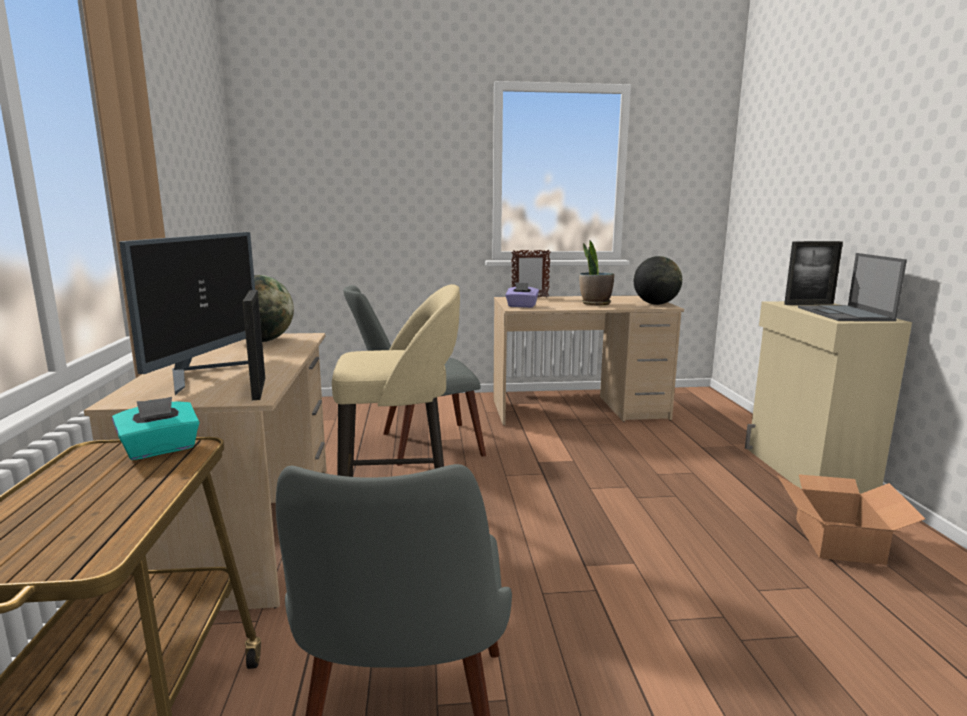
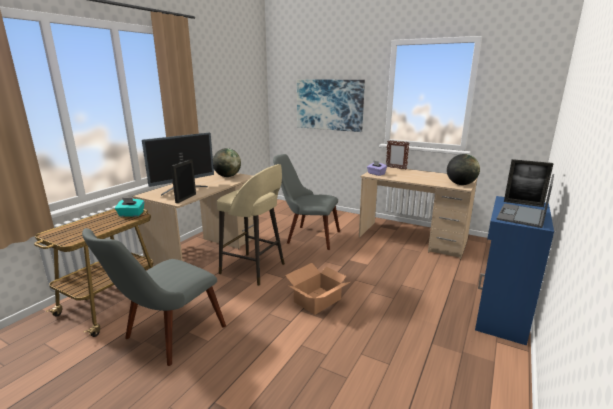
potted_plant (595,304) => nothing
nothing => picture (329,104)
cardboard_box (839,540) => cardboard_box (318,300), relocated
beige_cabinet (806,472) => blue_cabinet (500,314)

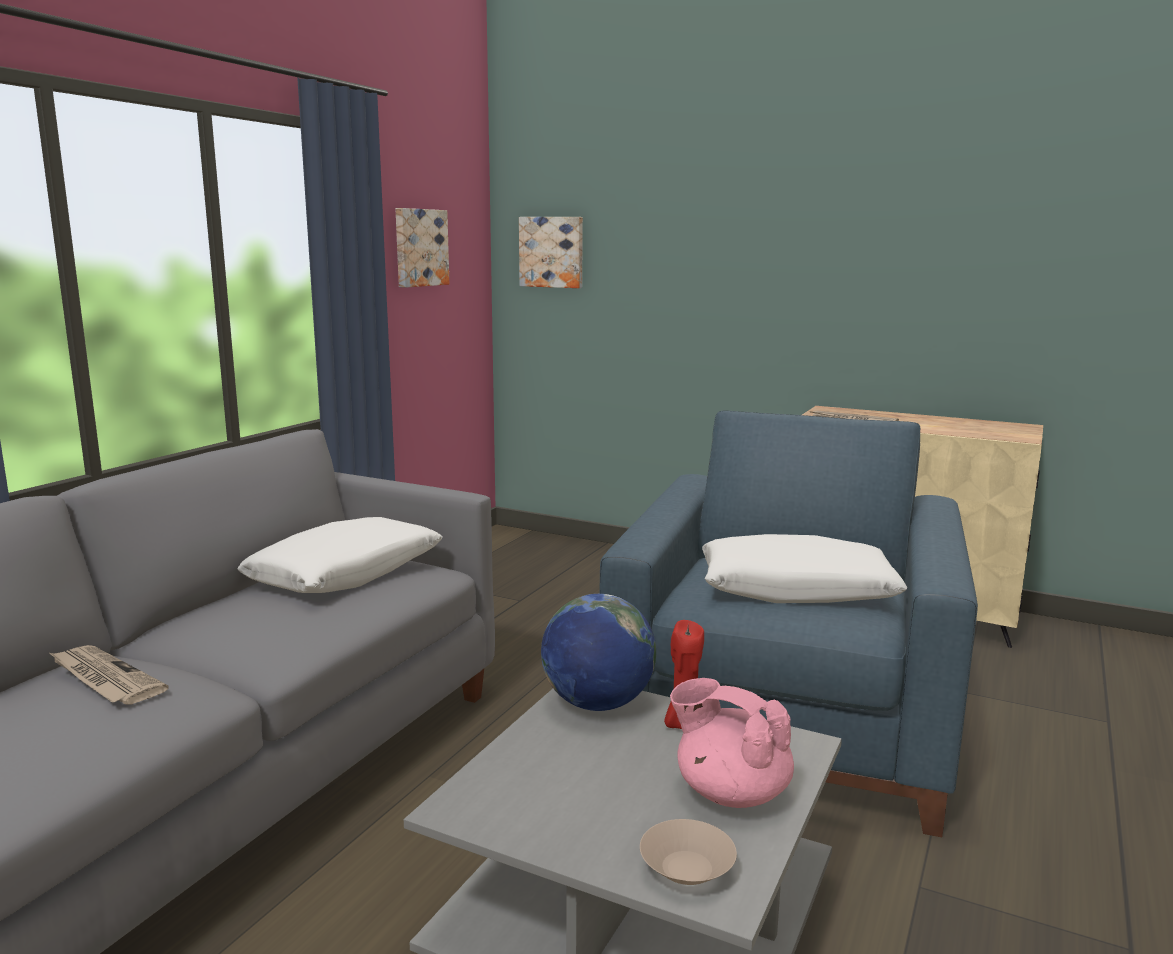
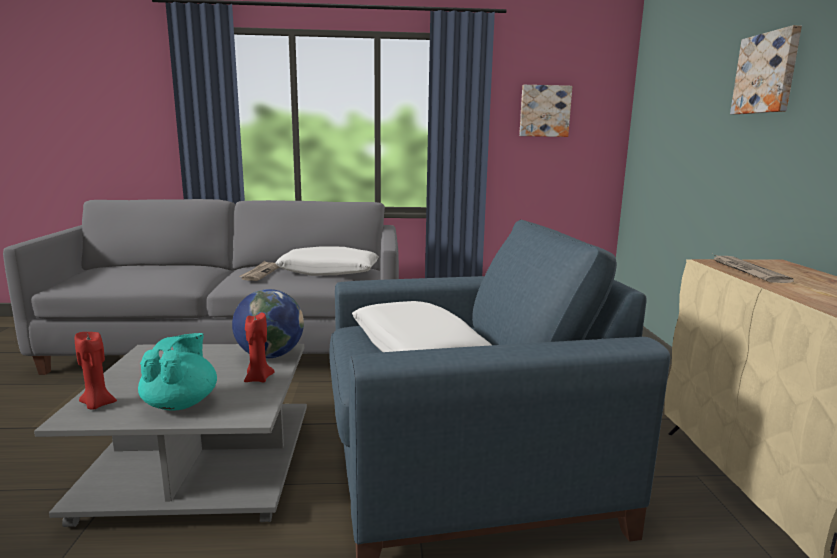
newspaper (104,679) => newspaper (260,273), relocated
picture (552,252) => picture (767,73), relocated
beige_bowl (685,870) => red_candle (97,405)
pink_teapot (730,792) => turquoise_teapot (181,403)

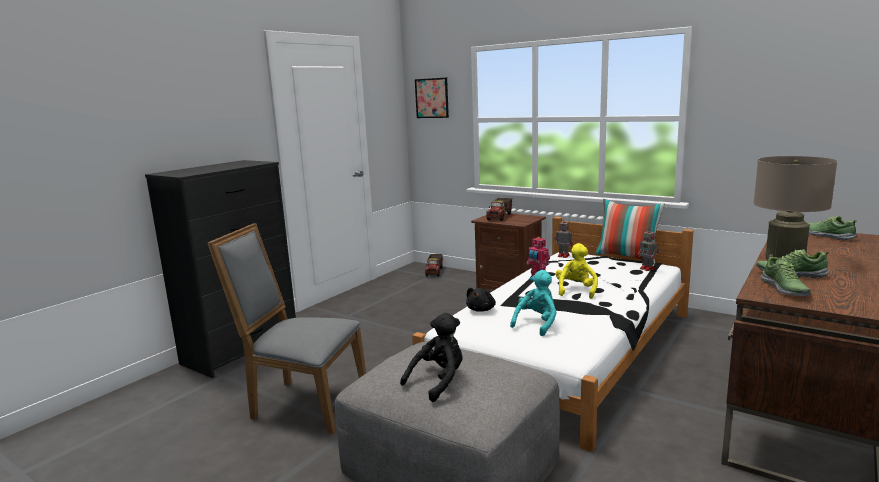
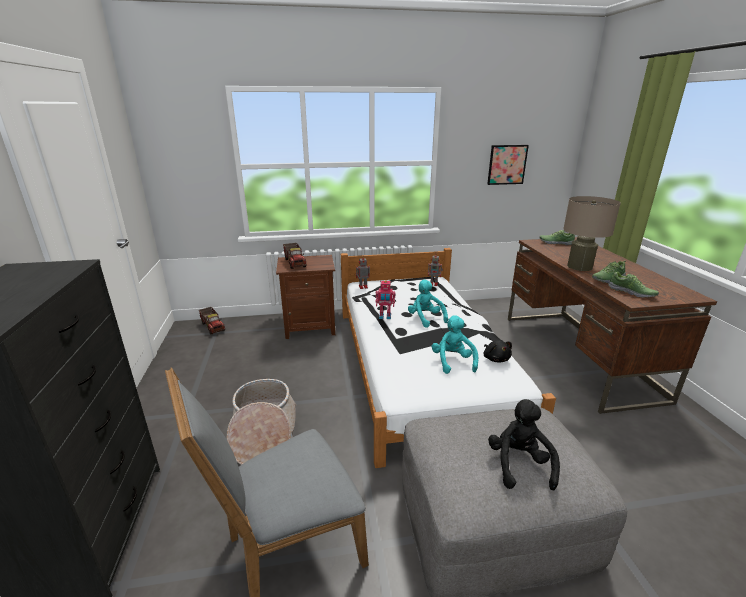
pillow (627,257) => nothing
nothing => basket (264,434)
picture (432,98) => picture (507,164), relocated
black_plush_toy (481,309) => black_plush_toy (496,358), relocated
yellow_plush_toy (576,291) => turquoise_plush_toy (425,318)

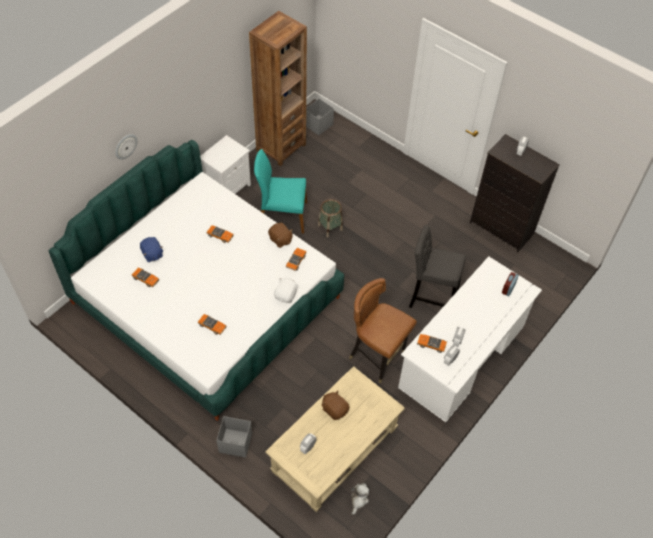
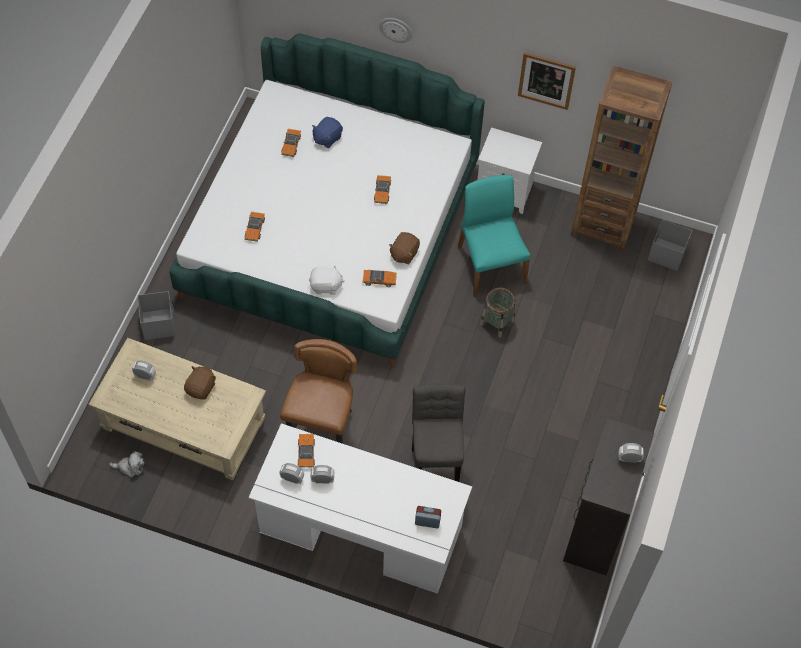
nothing => picture (546,80)

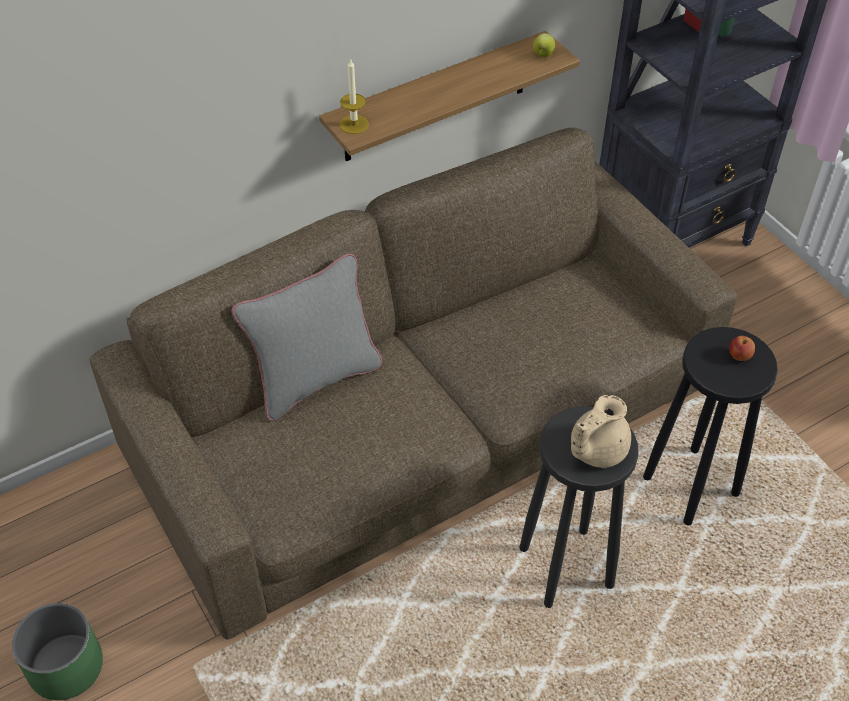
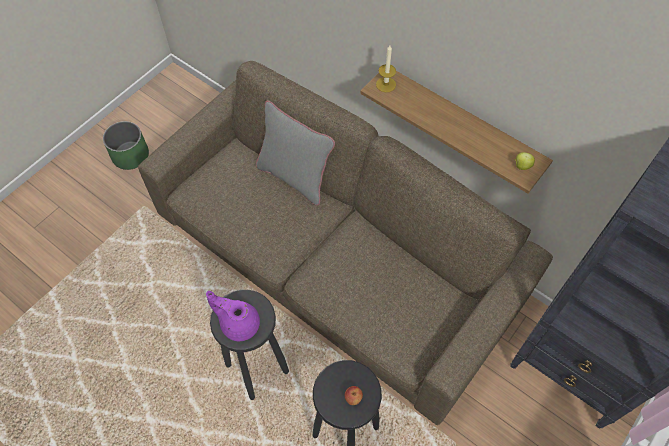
beige_teapot (595,450) => purple_teapot (239,323)

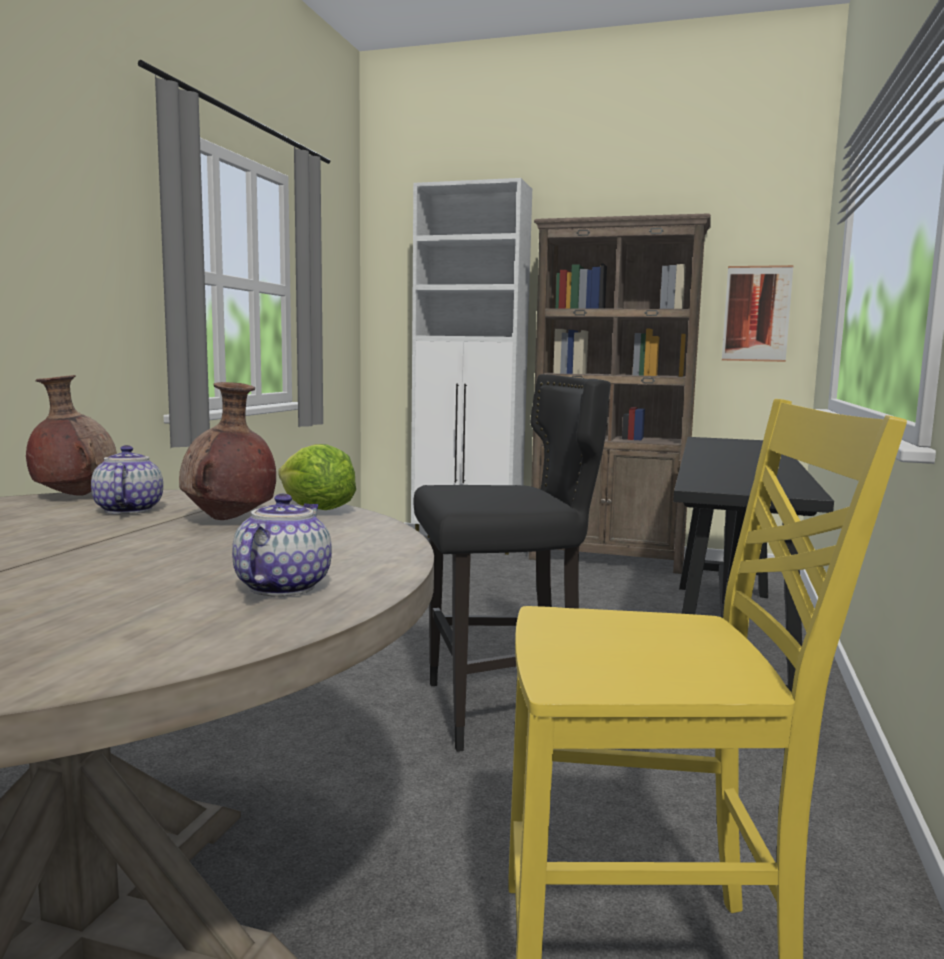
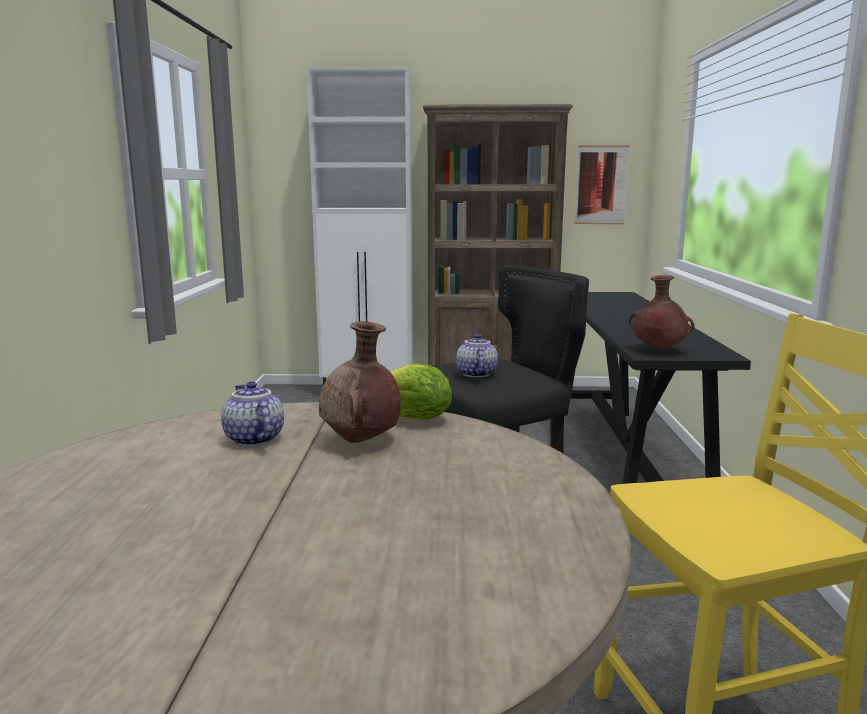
brown_vase (74,496) => brown_vase (658,350), relocated
teapot (281,587) => teapot (475,374), relocated

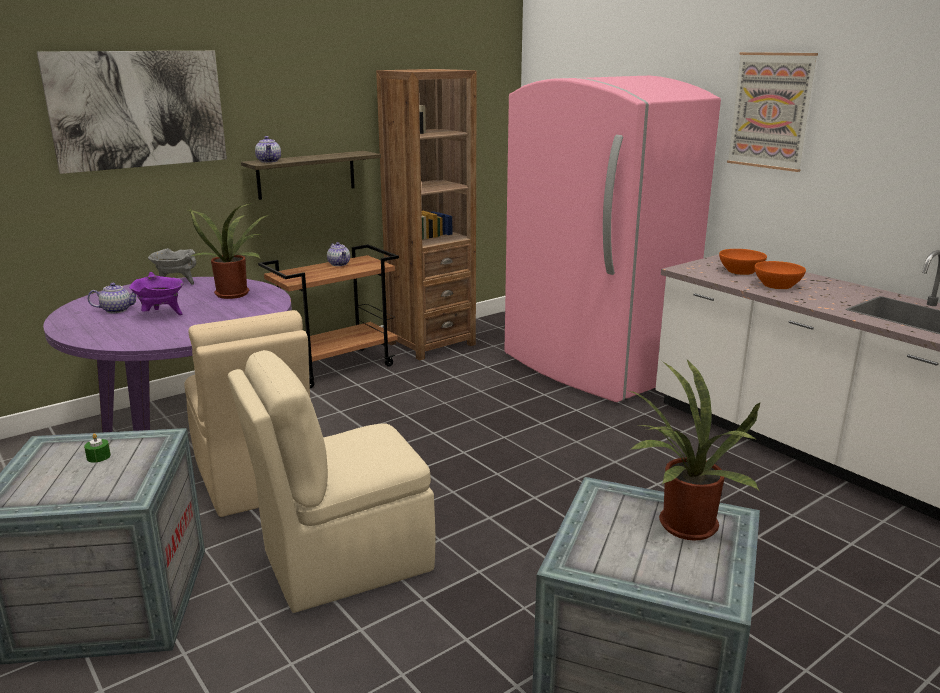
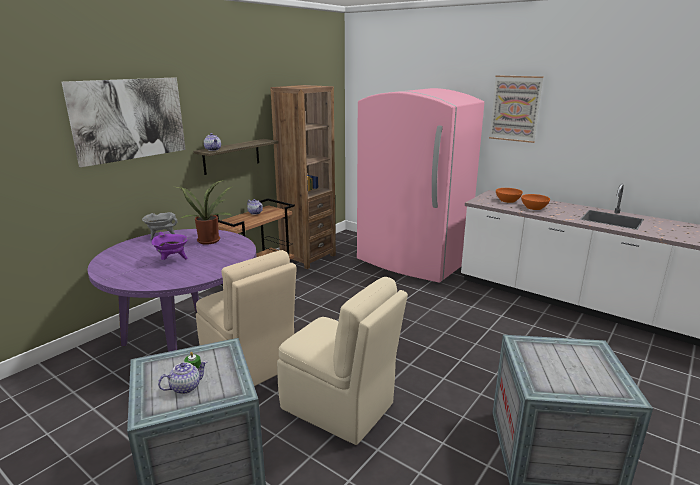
potted_plant (682,527) => nothing
teapot (117,310) => teapot (185,387), relocated
beige_chair (343,561) => beige_chair (339,407), 105 degrees counterclockwise

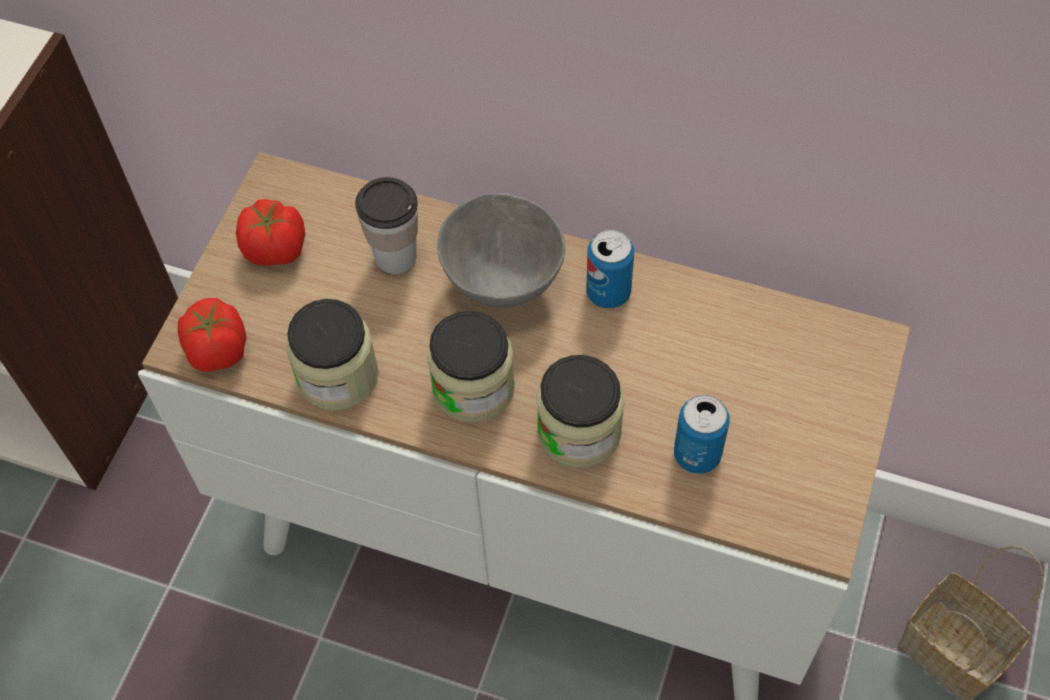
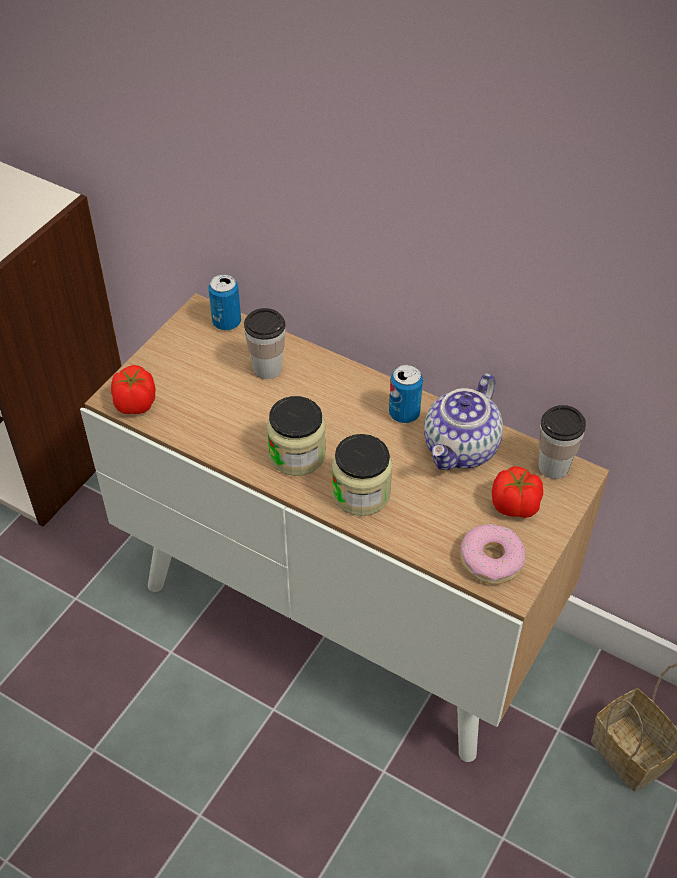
jar (338,376) => nothing
grey_bowl (501,284) => nothing
nothing => teapot (461,449)
nothing => donut (491,560)
nothing => cup (553,467)
tomato (276,250) => tomato (515,506), relocated
can (697,454) => can (227,322), relocated

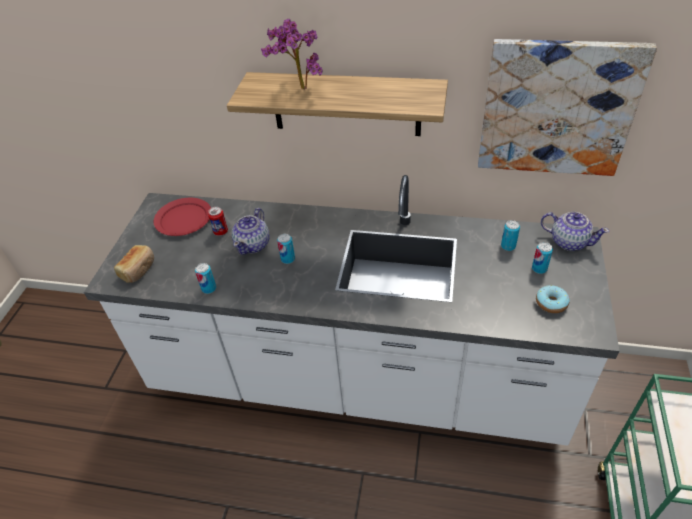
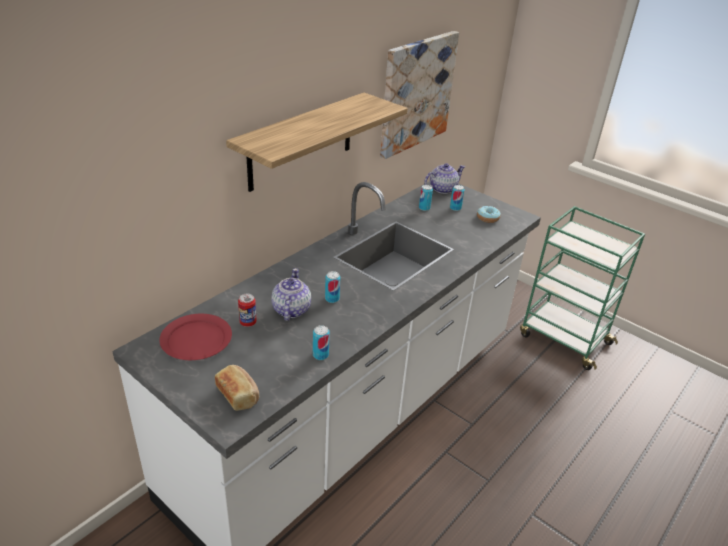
potted_plant (298,89) => nothing
teapot (253,244) => teapot (290,310), 135 degrees counterclockwise

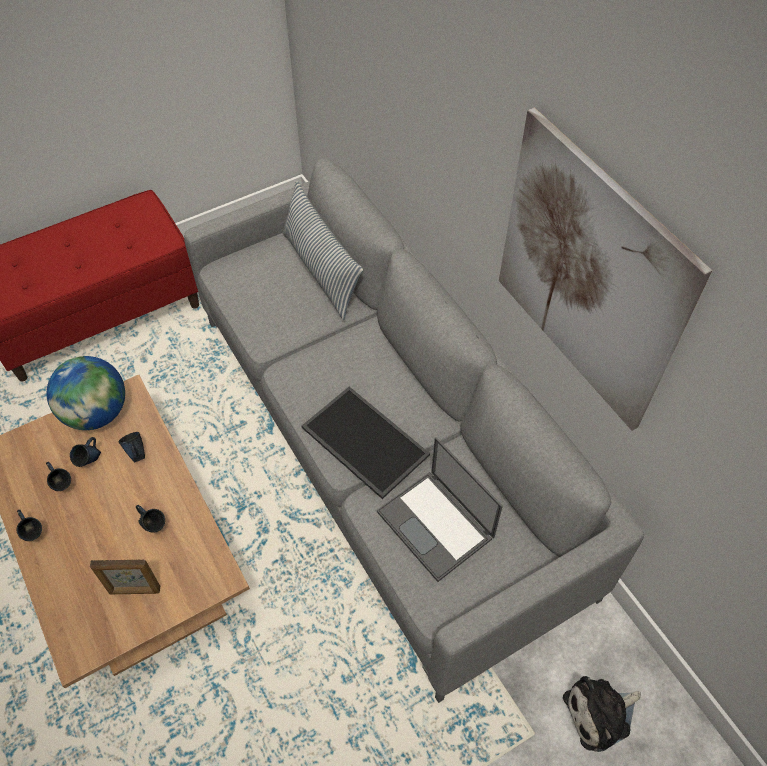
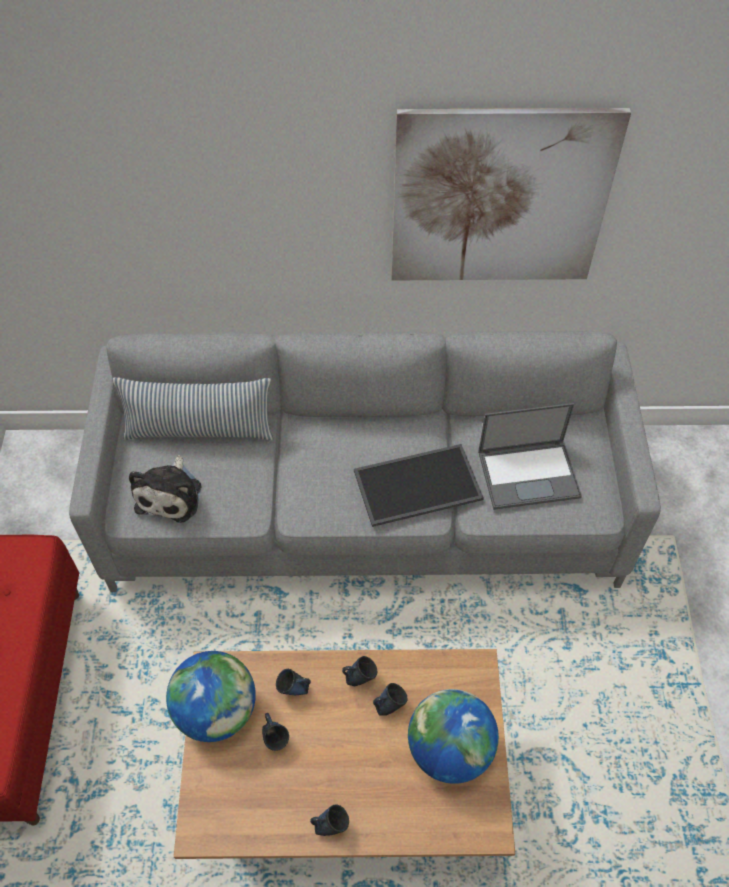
blue_mug (63,486) => blue_mug (359,678), relocated
plush_toy (600,714) => plush_toy (171,494), relocated
picture_frame (134,590) => globe (449,749)

